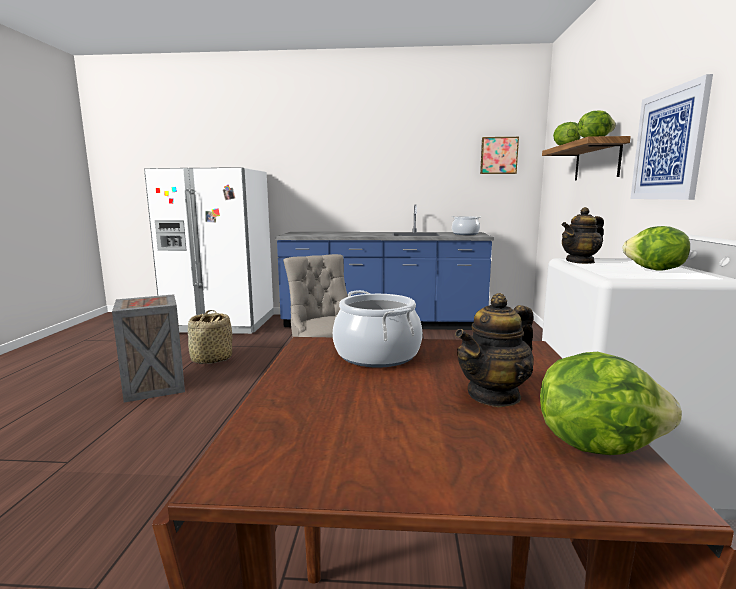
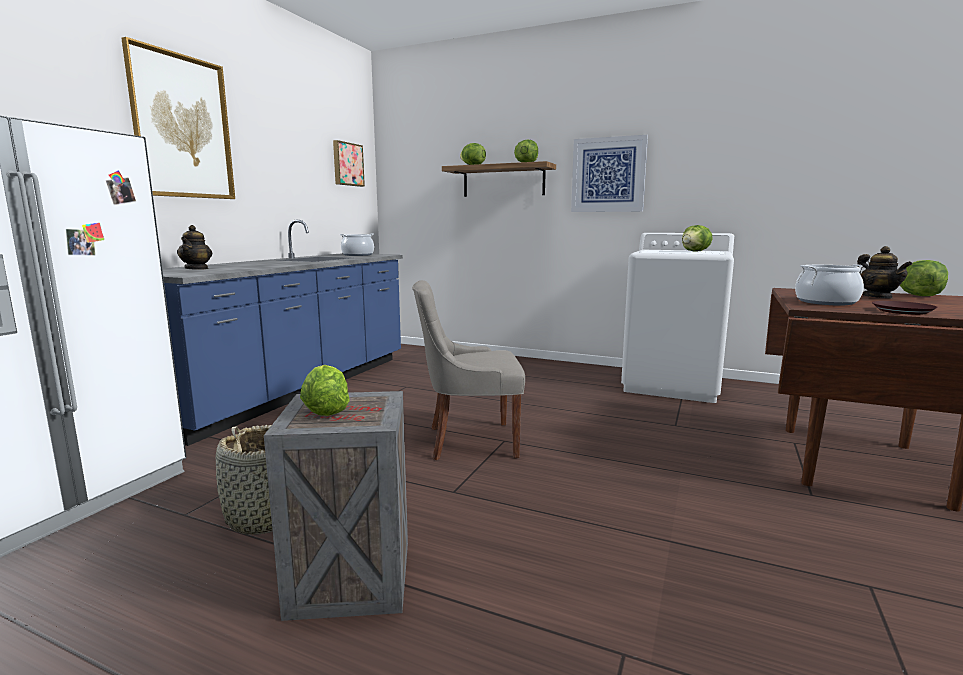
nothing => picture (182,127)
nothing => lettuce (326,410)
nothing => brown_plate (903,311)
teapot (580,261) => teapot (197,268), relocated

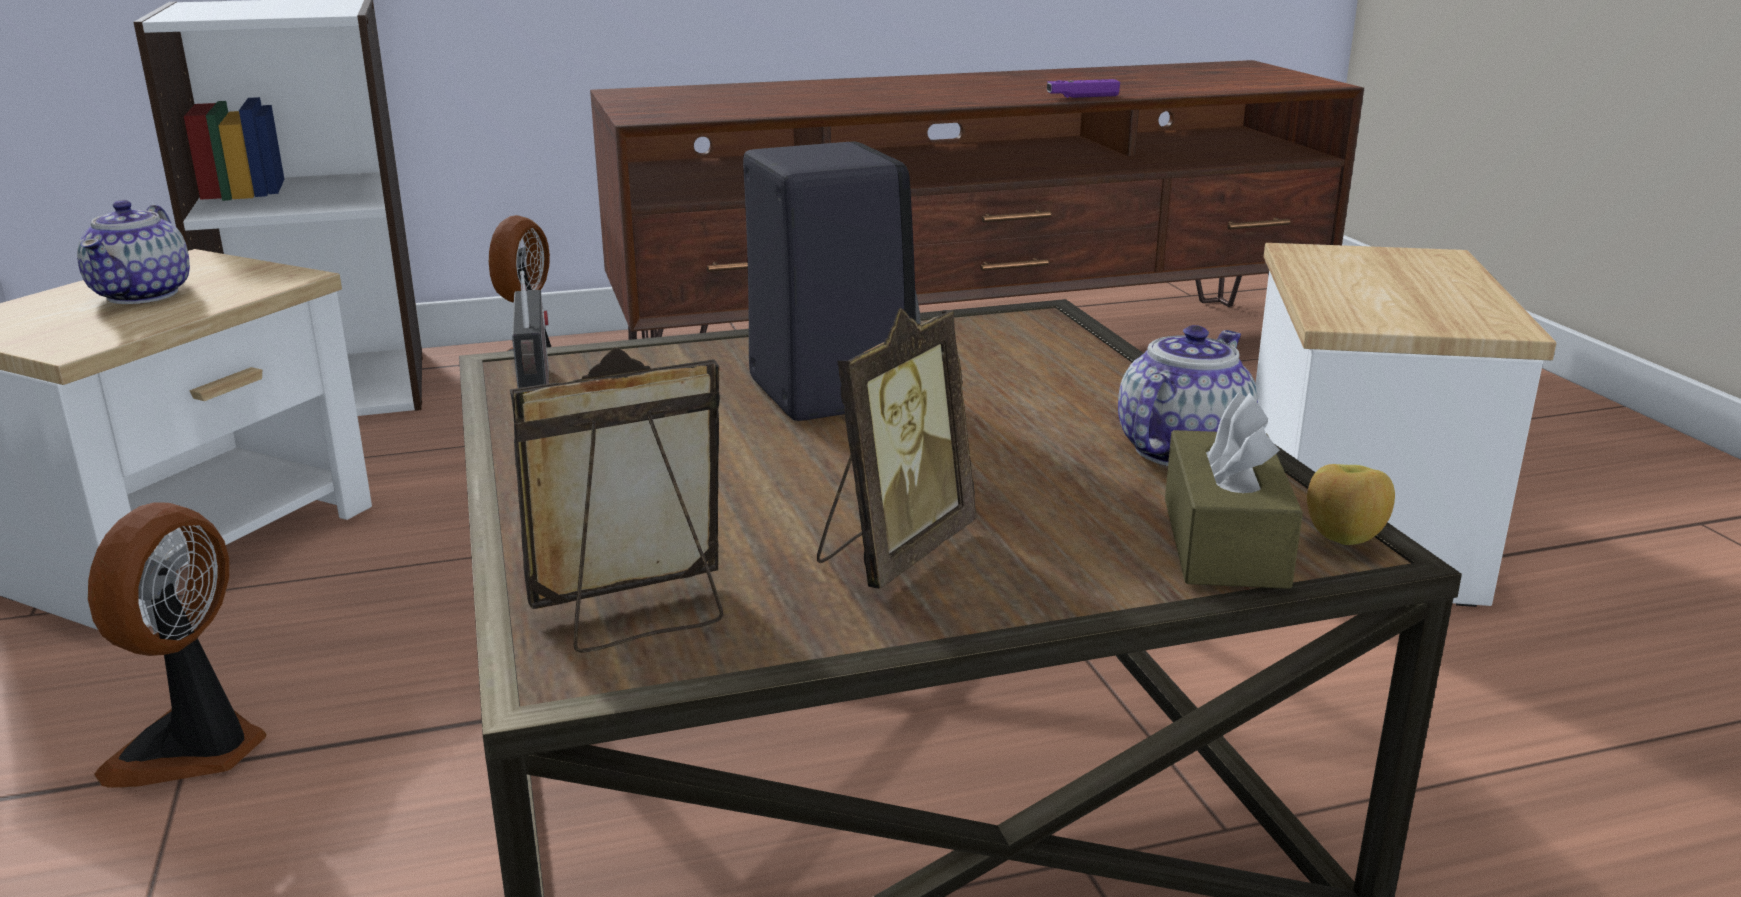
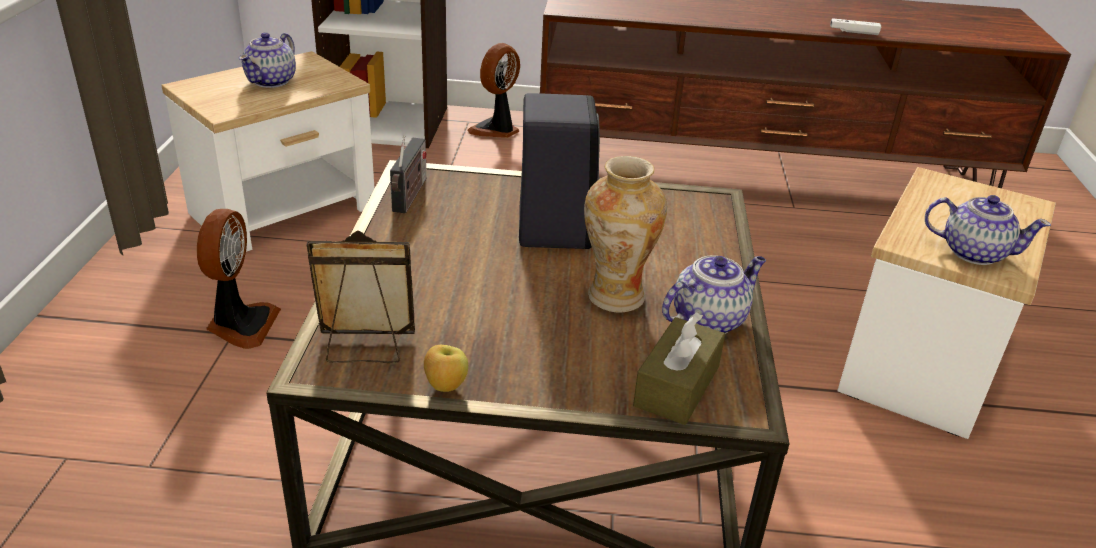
picture_frame (892,551) => nothing
nothing => vase (615,297)
nothing => teapot (973,252)
apple (1343,540) => apple (445,386), relocated
purple_game_controller (1082,96) => white_game_controller (854,32)
fan (194,748) => fan (241,324), 150 degrees clockwise

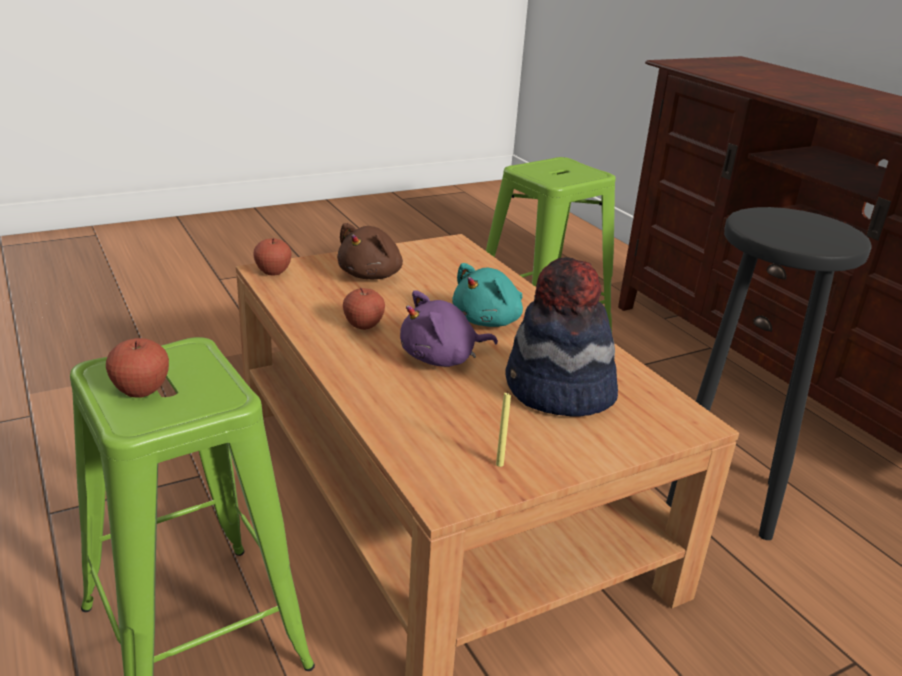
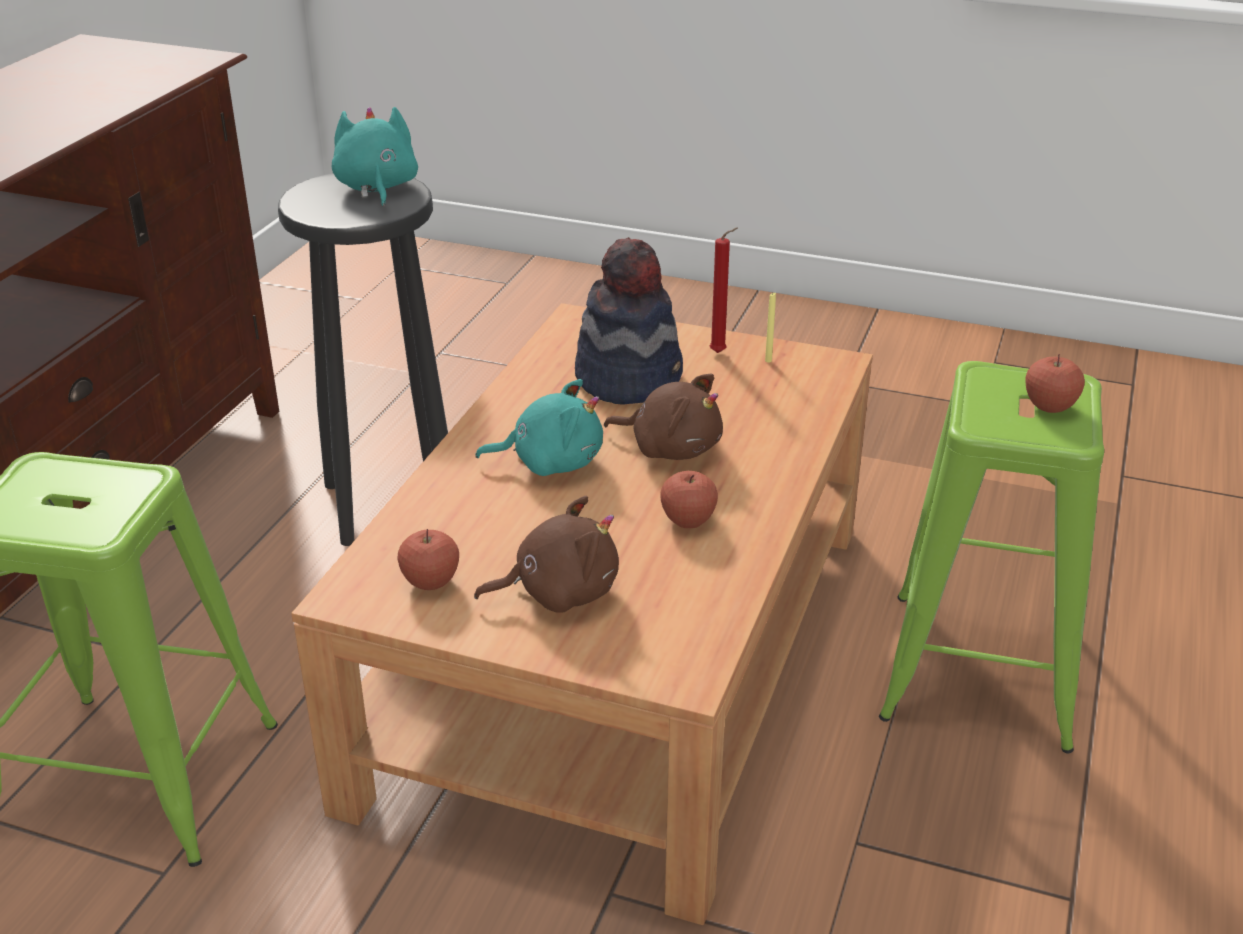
nothing => turquoise_plush_toy (376,188)
nothing => red_candle (720,353)
apple (273,272) => apple (430,582), relocated
purple_plush_toy (442,358) => brown_plush_toy (671,448)

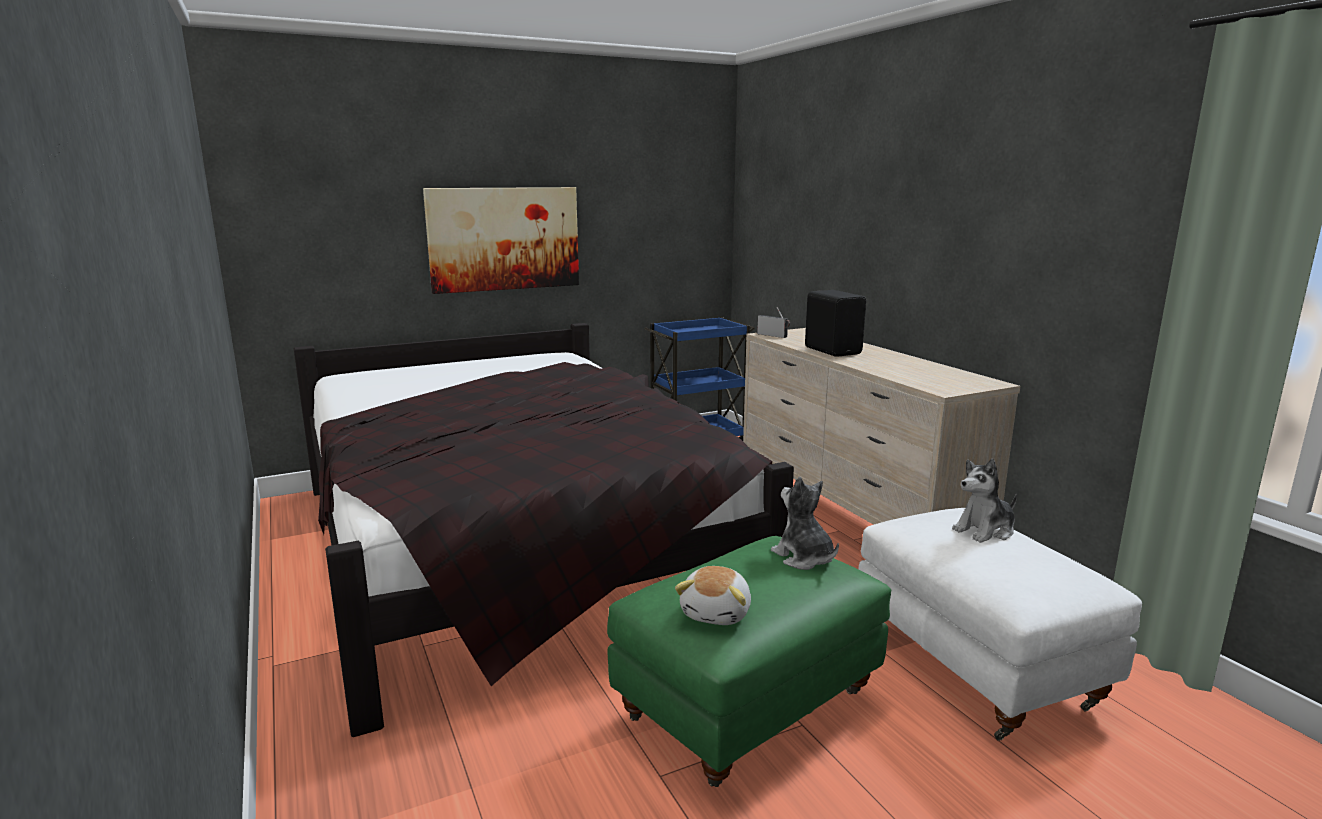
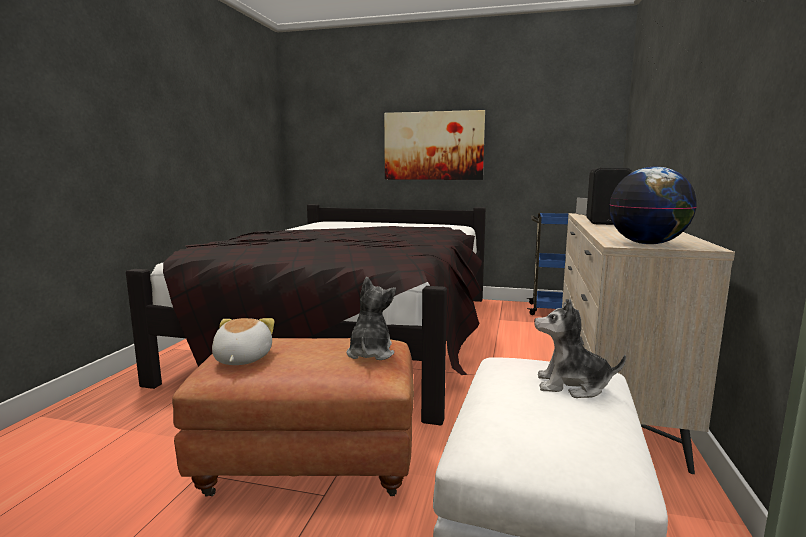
nothing => globe (647,244)
green_ottoman (748,711) => brown_ottoman (308,468)
plush_toy (717,613) => plush_toy (241,359), 120 degrees clockwise

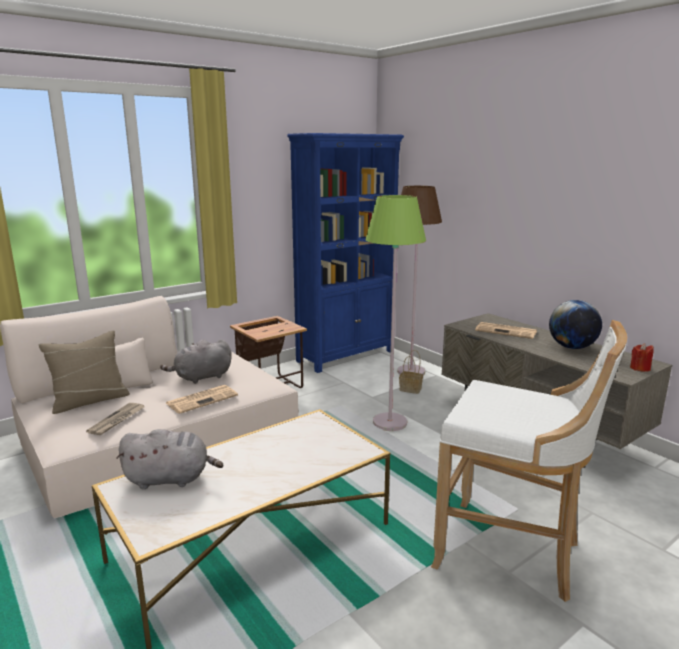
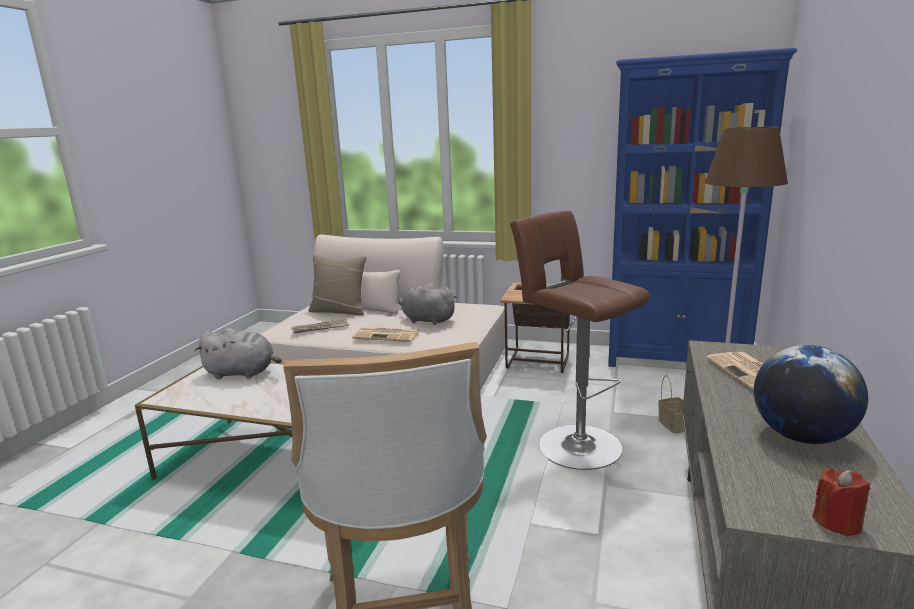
green_floor_lamp (389,422) => brown_stool (574,443)
grey_plush_toy (171,479) => grey_plush_toy (243,373), 45 degrees counterclockwise

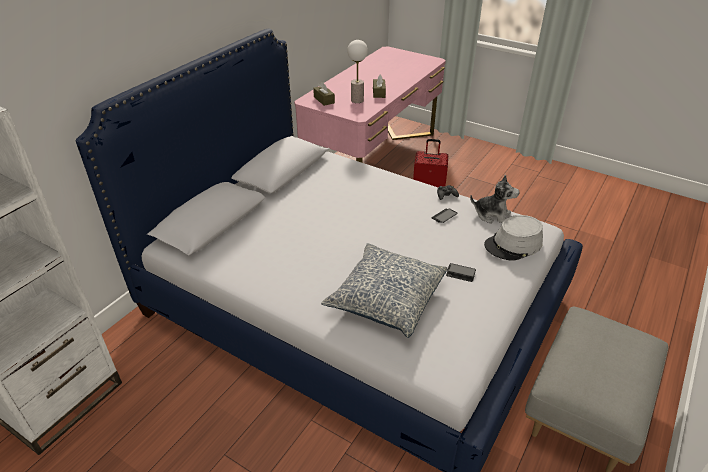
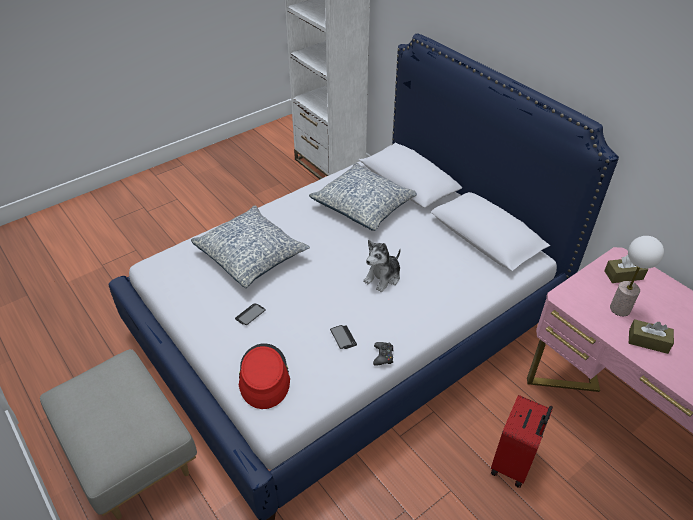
nothing => pillow (364,205)
plush_toy (492,215) => plush_toy (383,277), relocated
grey_hat (513,245) => red_hat (263,376)

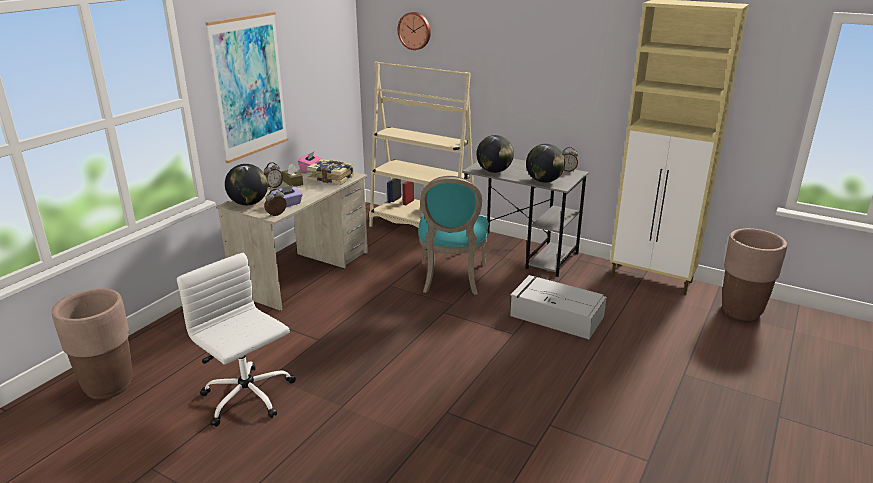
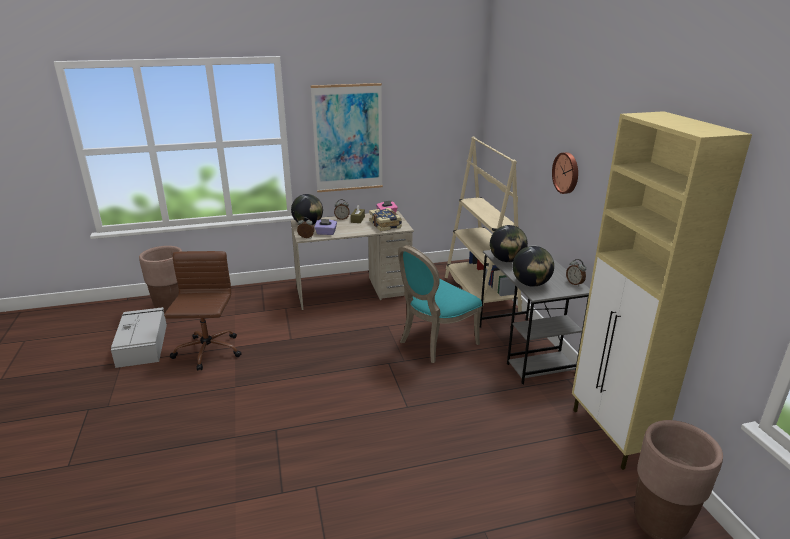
wall_clock (415,30) => wall_clock (566,173), relocated
grey_storage_box (555,316) => grey_storage_box (142,344), relocated
white_office_chair (248,397) => brown_office_chair (207,352)

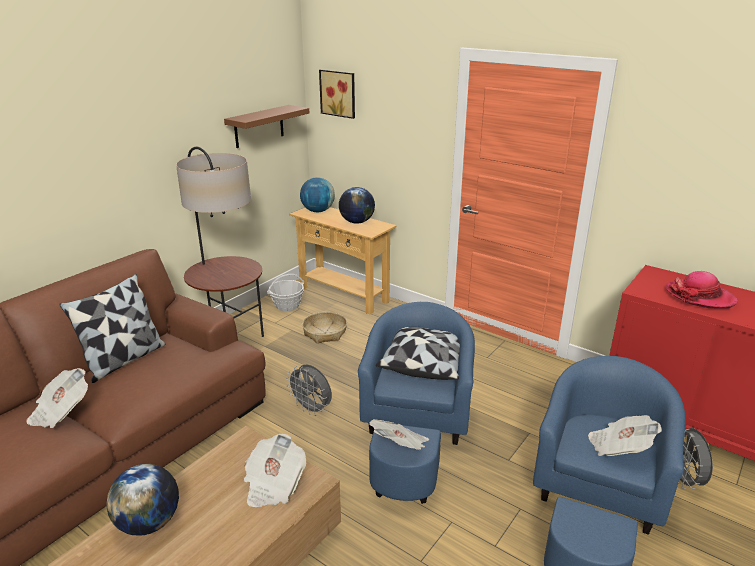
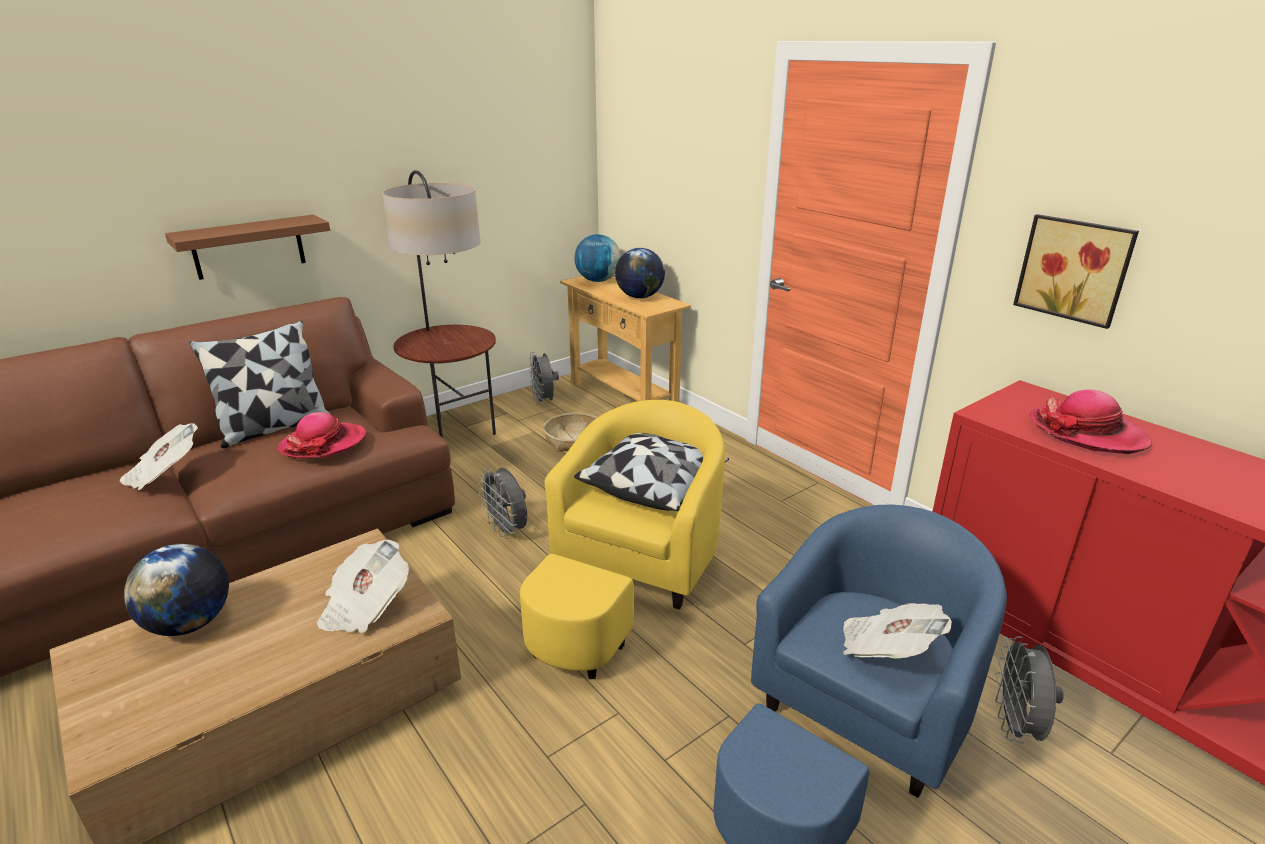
newspaper (400,446) => nothing
nothing => hat (323,444)
brown_shelf (259,126) => brown_shelf (248,247), relocated
picture (339,93) => picture (1075,269), relocated
basket (287,305) => grey_fan (544,401)
blue_armchair (414,431) => yellow_armchair (629,581)

